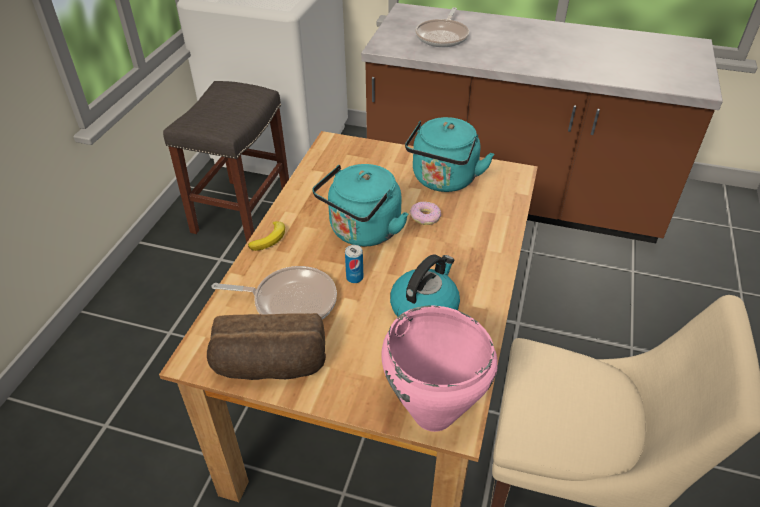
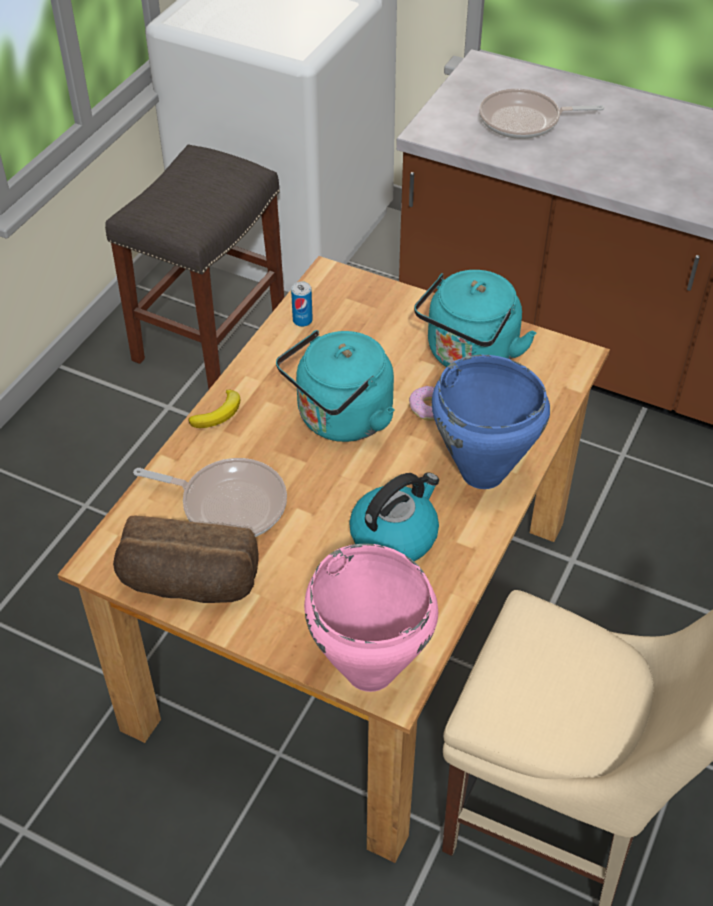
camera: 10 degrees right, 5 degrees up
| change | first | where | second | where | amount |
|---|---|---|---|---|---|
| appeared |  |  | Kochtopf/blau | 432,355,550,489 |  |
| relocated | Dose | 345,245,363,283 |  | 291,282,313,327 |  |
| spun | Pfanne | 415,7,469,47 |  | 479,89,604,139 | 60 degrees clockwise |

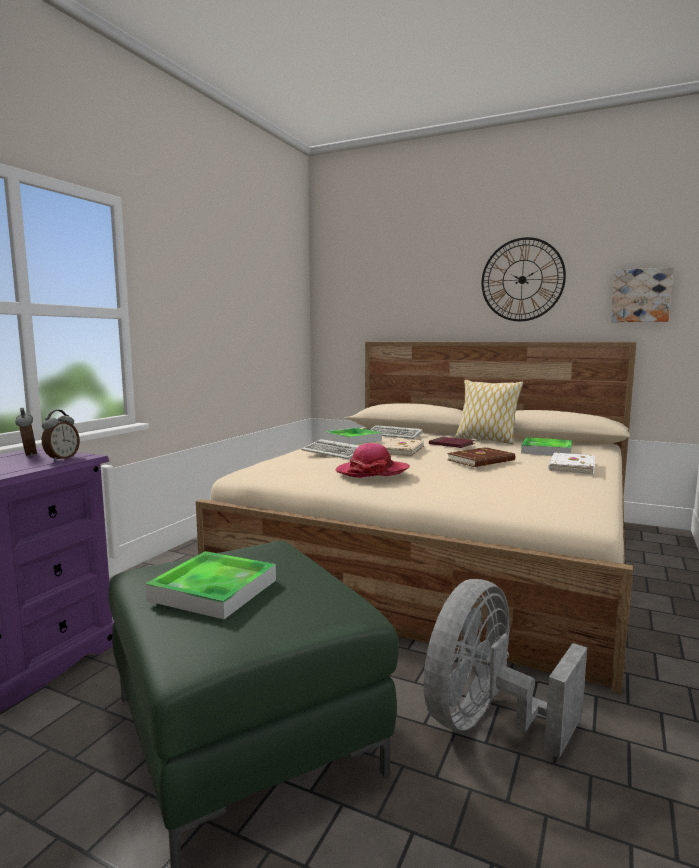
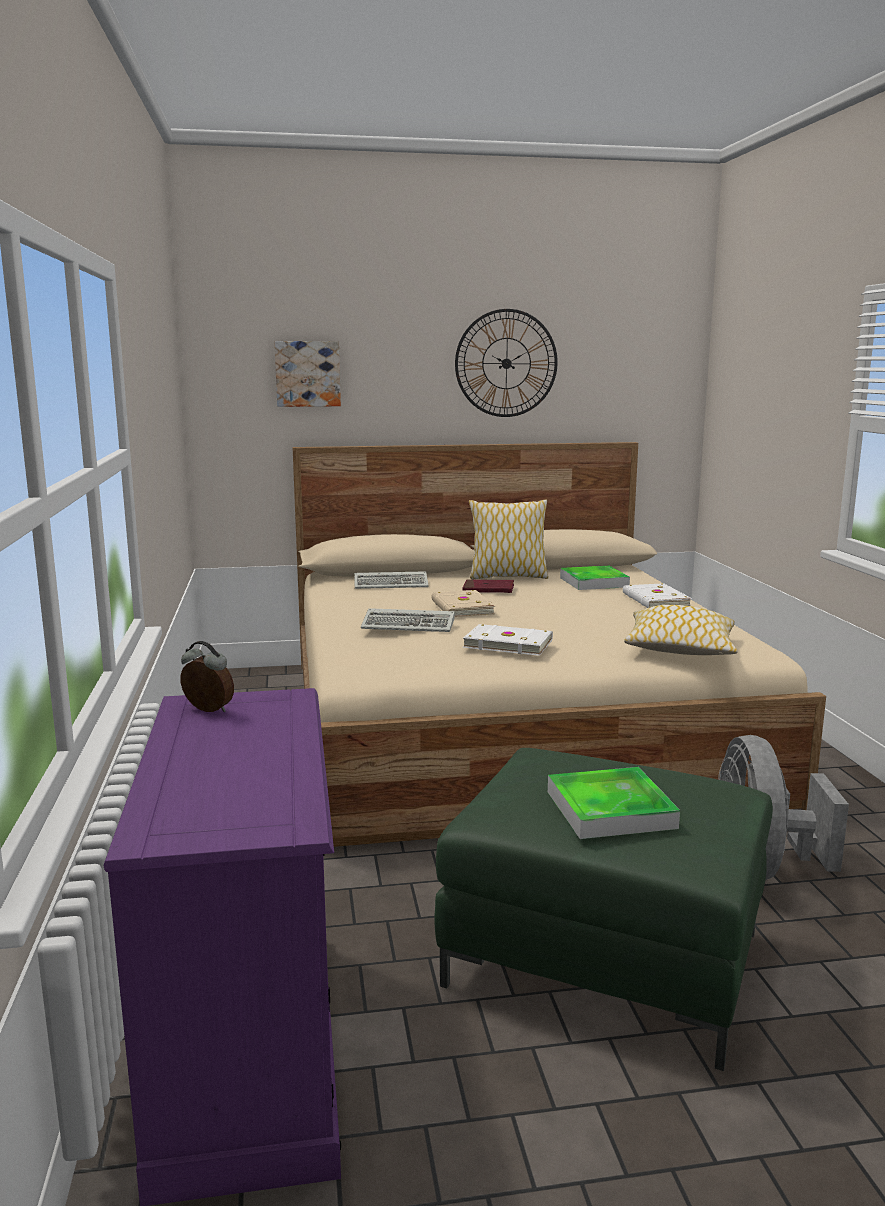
camera: 35 degrees left, 5 degrees up
| change | first | where | second | where | amount |
|---|---|---|---|---|---|
| missing | Wecker | 42,410,80,461 |  |  |  |
| missing | Tablett | 325,428,382,445 |  |  |  |
| missing | Buch/braun | 447,447,515,467 |  |  |  |
| appeared |  |  | Kissen | 624,605,738,655 |  |
| relocated | Bild | 611,267,673,322 |  | 274,341,341,407 |  |
| exchanged | Hut | 336,443,410,478 | Buch/weiß | 463,624,553,656 |  |

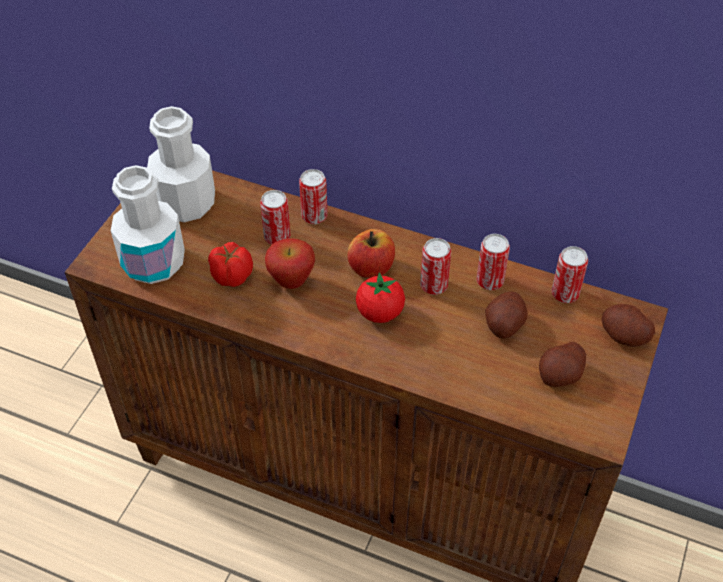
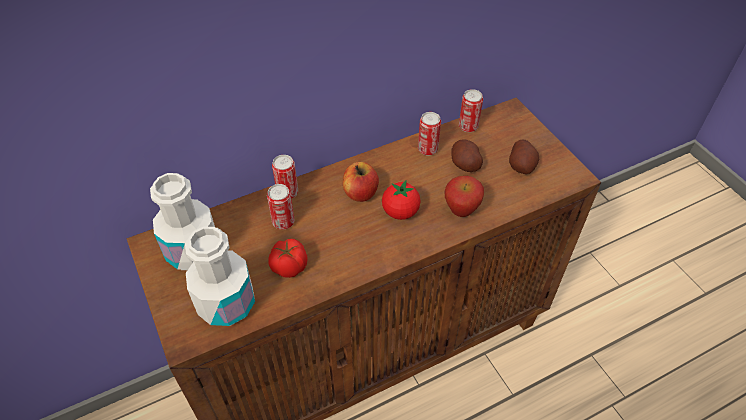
camera: 50 degrees left, 0 degrees up
| change | first | where | second | where | amount |
|---|---|---|---|---|---|
| missing | Dose | 420,238,451,295 |  |  |  |
| missing | Kartoffel | 602,304,655,347 |  |  |  |
| relocated | Apfel | 265,238,315,289 |  | 445,176,484,217 |  |

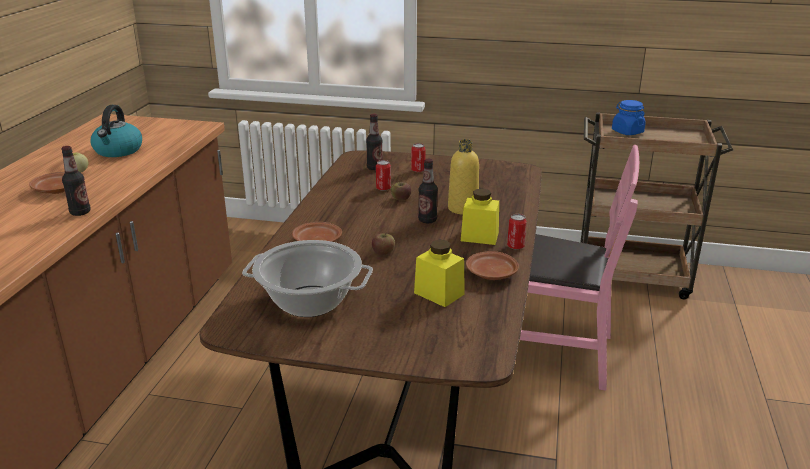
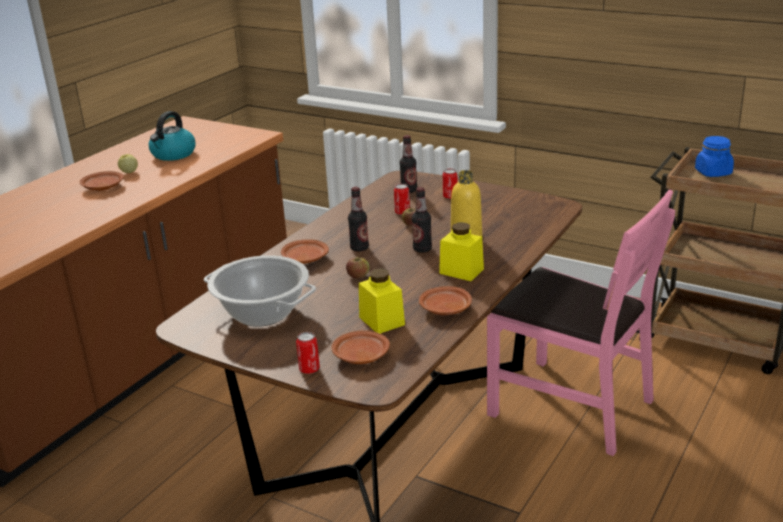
camera: 20 degrees right, 0 degrees up
| change | first | where | second | where | amount |
|---|---|---|---|---|---|
| appeared |  |  | Teller/braun | 332,330,390,364 |  |
| relocated | Flasche | 61,146,91,216 |  | 348,187,369,252 |  |
| relocated | Dose | 507,214,527,250 |  | 296,332,320,374 |  |

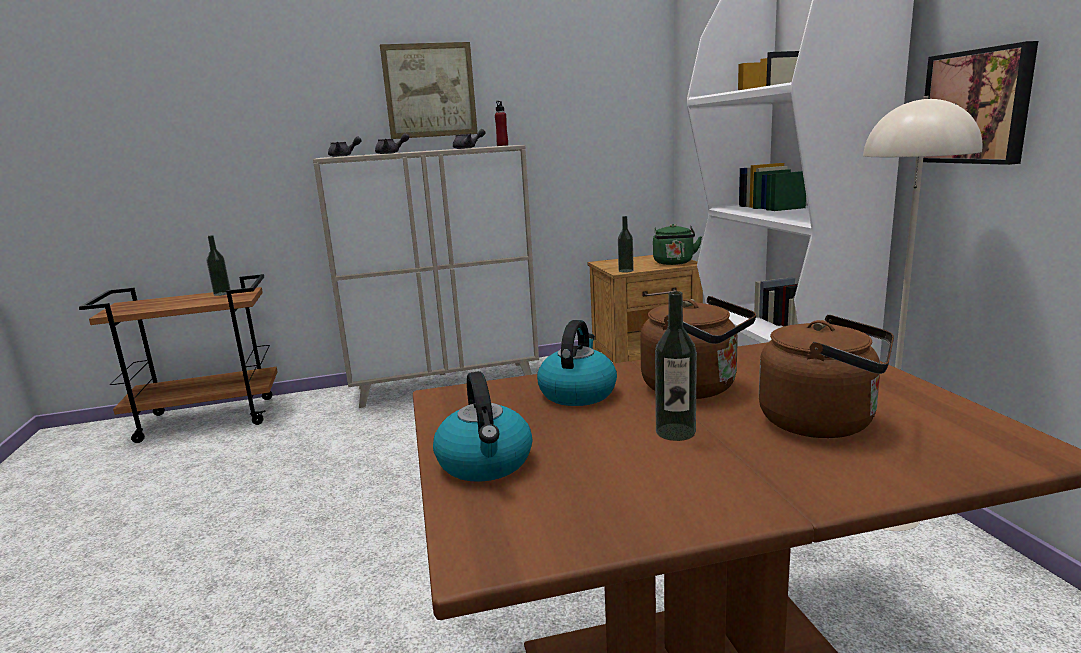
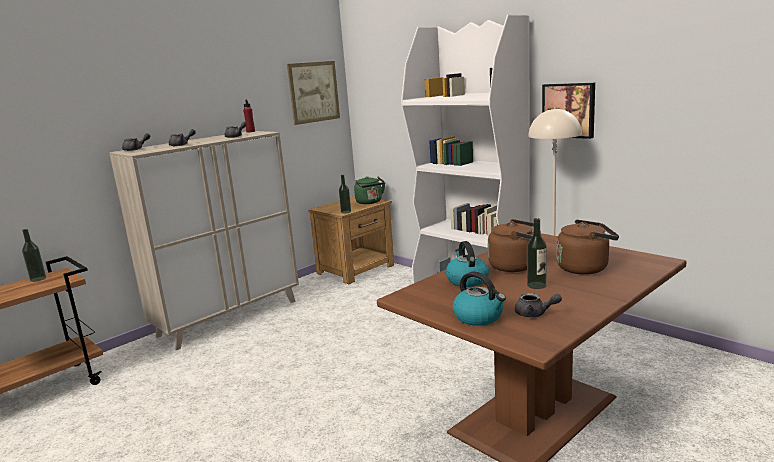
camera: 30 degrees left, 0 degrees up
| change | first | where | second | where | amount |
|---|---|---|---|---|---|
| appeared |  |  | Teekanne/grau | 515,293,562,317 |  |
| relocated | Bild | 380,42,478,139 |  | 287,61,340,125 |  |

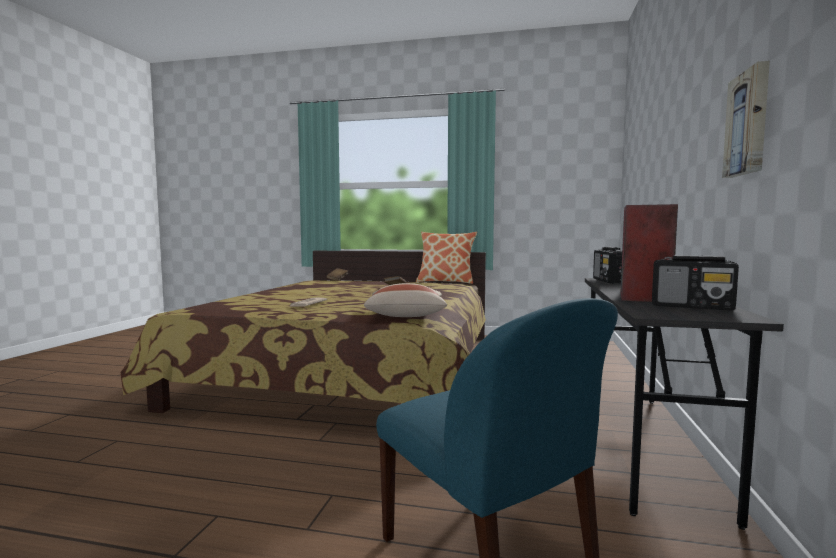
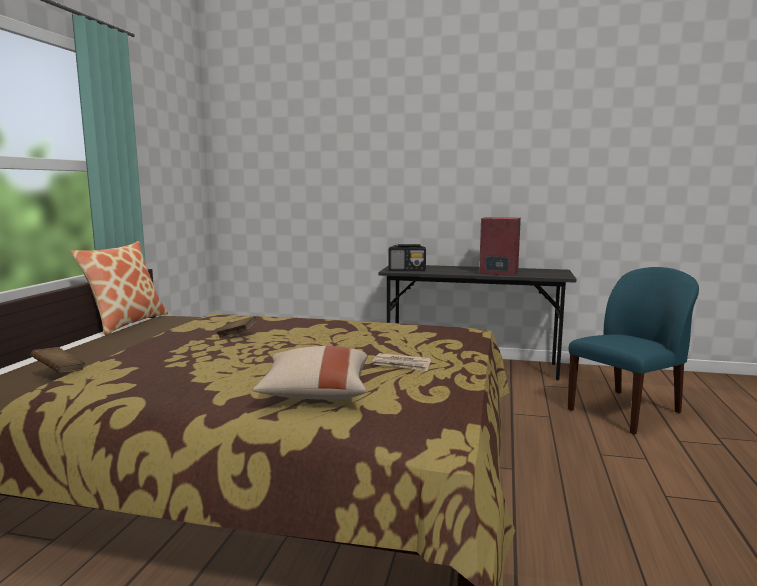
camera: 90 degrees left, 5 degrees up
| change | first | where | second | where | amount |
|---|---|---|---|---|---|
| missing | Radio | 652,255,739,310 |  |  |  |
| missing | Bild | 722,61,770,178 |  |  |  |
| relocated | Kissen/beige | 364,283,447,317 |  | 252,346,367,400 |  |

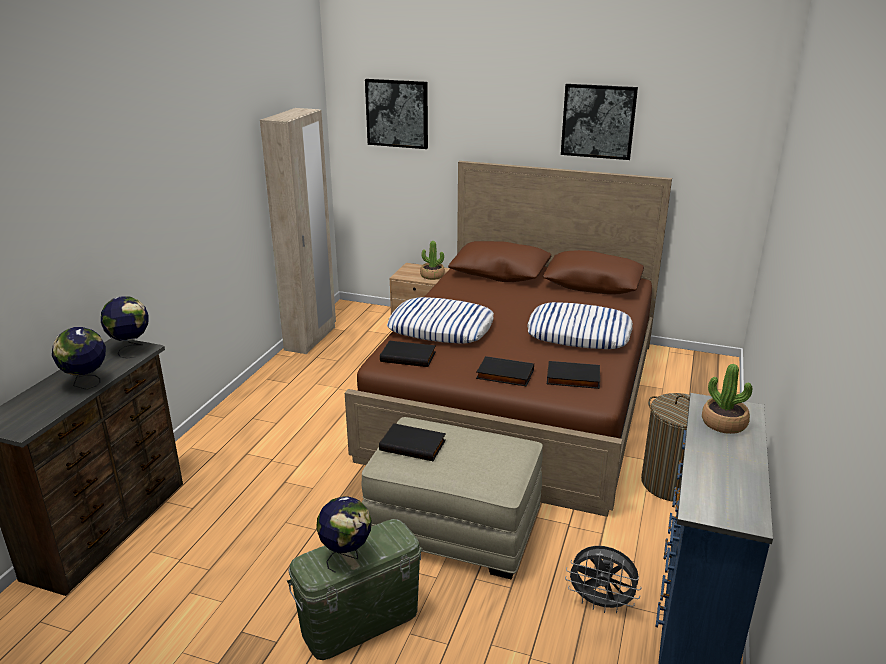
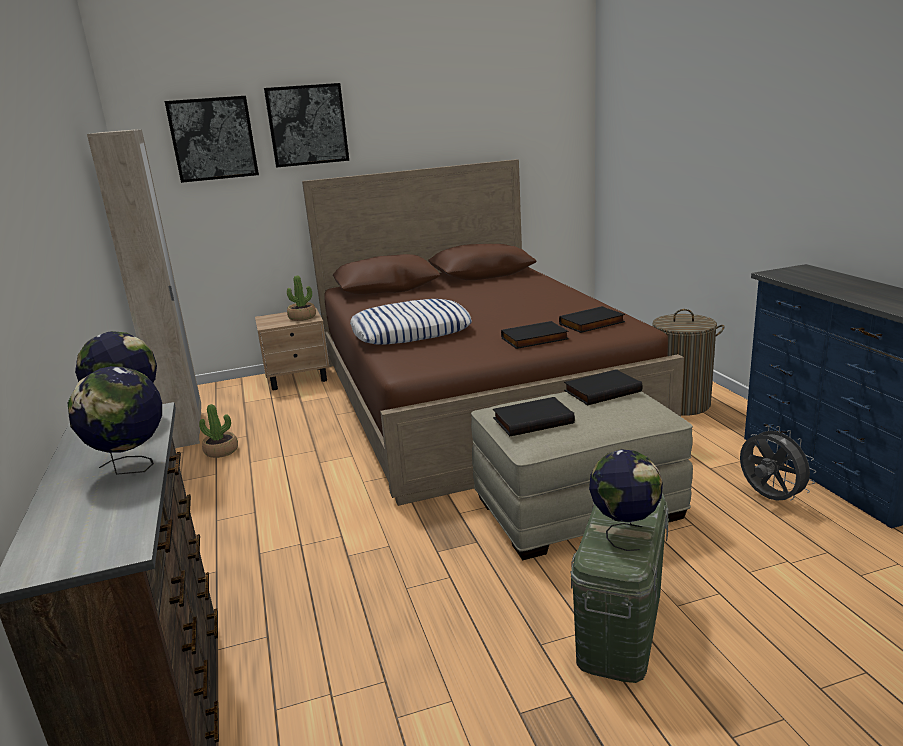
camera: 35 degrees left, 5 degrees down
| change | first | where | second | where | amount |
|---|---|---|---|---|---|
| missing | Kissen | 527,302,633,349 |  |  |  |
| relocated | Buch/schwarz | 380,340,436,367 |  | 564,369,642,405 |  |
| relocated | Bild | 561,84,638,160 |  | 264,83,349,168 |  |
| relocated | Topfpflanze | 702,364,752,434 |  | 199,404,238,458 |  |
| spun | Ventilator/grau | 565,546,642,613 |  | 740,426,816,501 | 105 degrees counterclockwise |

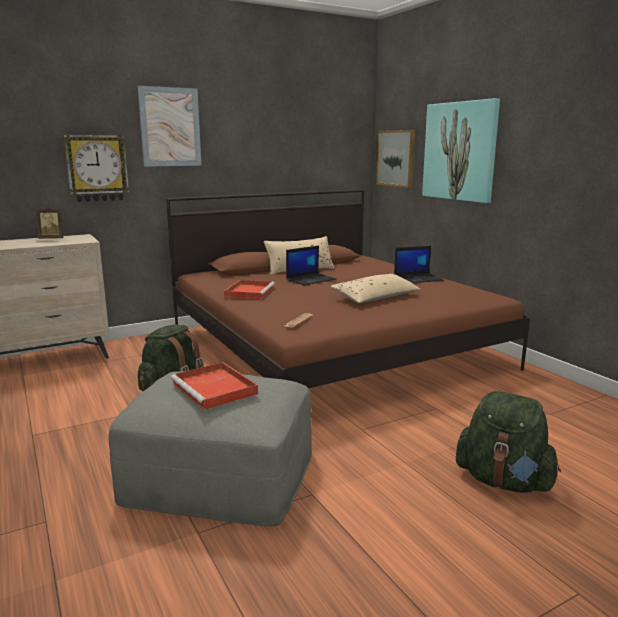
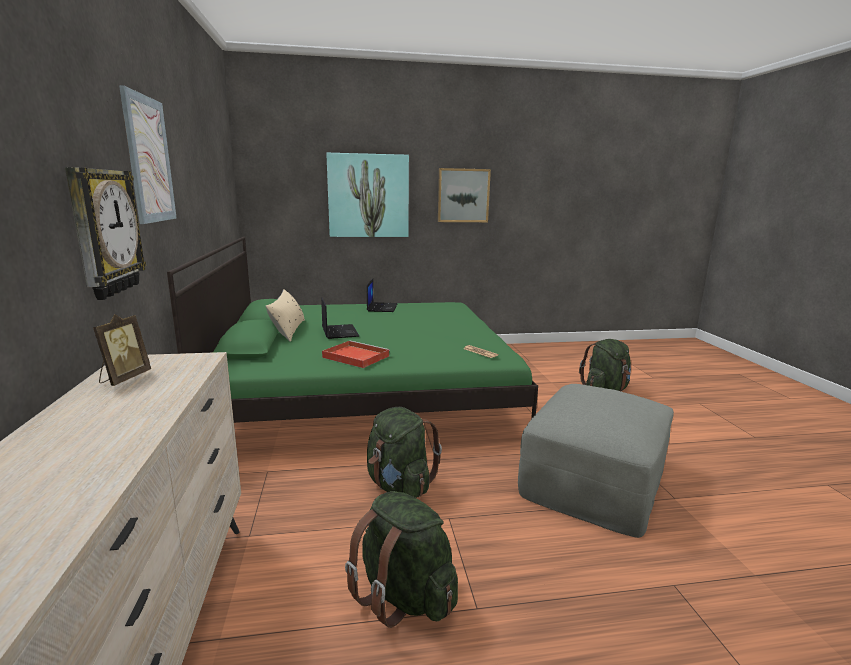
camera: 70 degrees left, 0 degrees up
| change | first | where | second | where | amount |
|---|---|---|---|---|---|
| missing | Tablett/rot | 170,362,258,410 |  |  |  |
| missing | Kissen/beige | 330,274,421,303 |  |  |  |
| appeared |  |  | Rucksack/grün | 345,491,458,628 |  |
| relocated | Bild | 376,130,415,188 |  | 438,168,491,222 |  |
| colour | Bett/braun | 166,189,530,388 | Bett/grün | 167,237,538,423 |  |

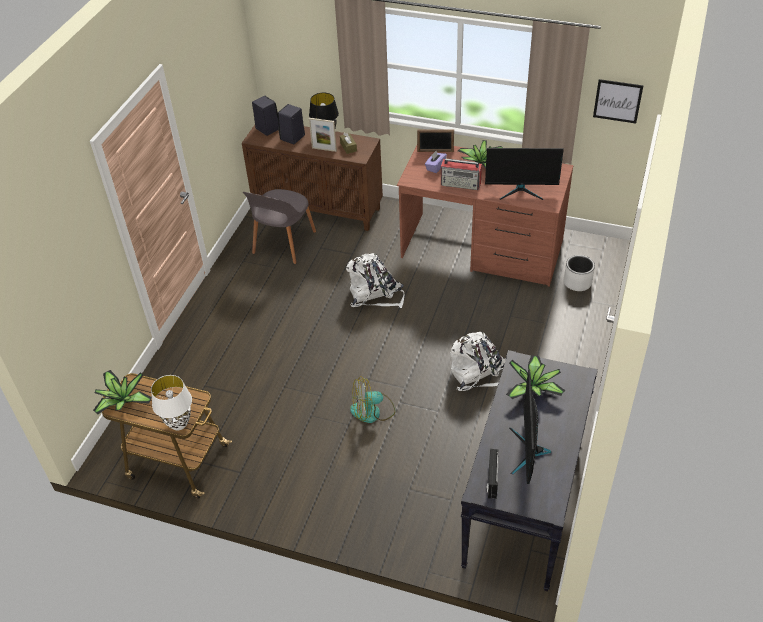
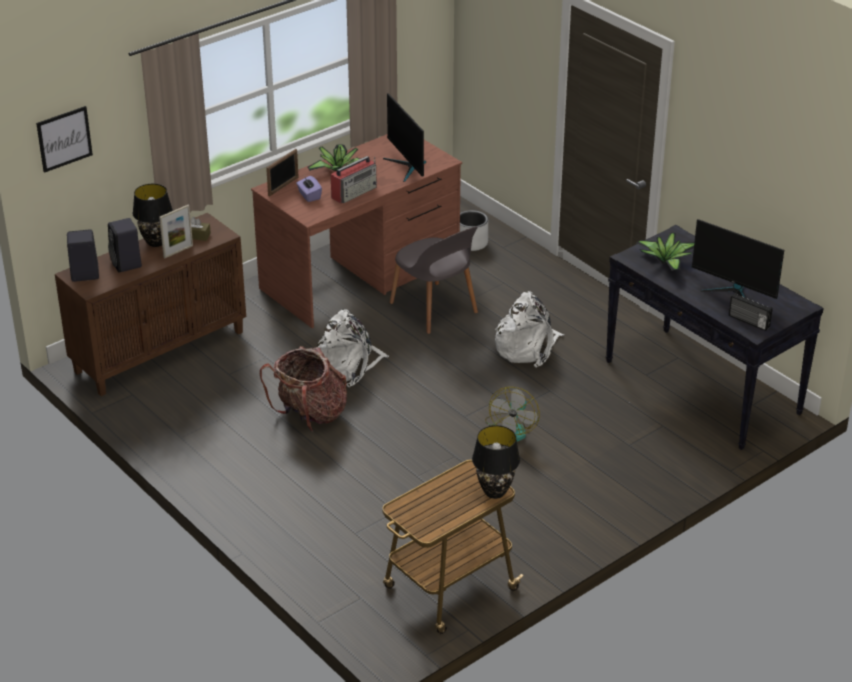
camera: 60 degrees left, 10 degrees down
| change | first | where | second | where | amount |
|---|---|---|---|---|---|
| missing | Topfpflanze | 93,370,152,415 |  |  |  |
| appeared |  |  | Rucksack | 260,346,347,431 |  |
| relocated | Stuhl/grau | 243,189,316,264 |  | 390,226,478,334 |  |
| relocated | Bild | 593,79,644,123 |  | 36,106,93,173 |  |
| colour | Tischlampe/weiß | 151,375,192,430 | Tischlampe/schwarz | 472,425,520,499 |  |
| spun | Monitor | 485,148,564,200 |  | 383,93,426,182 | 120 degrees clockwise |

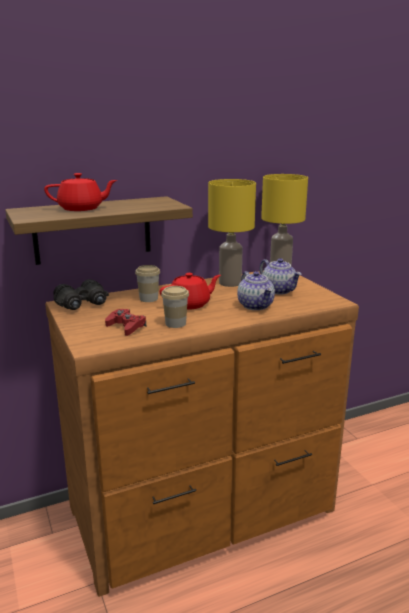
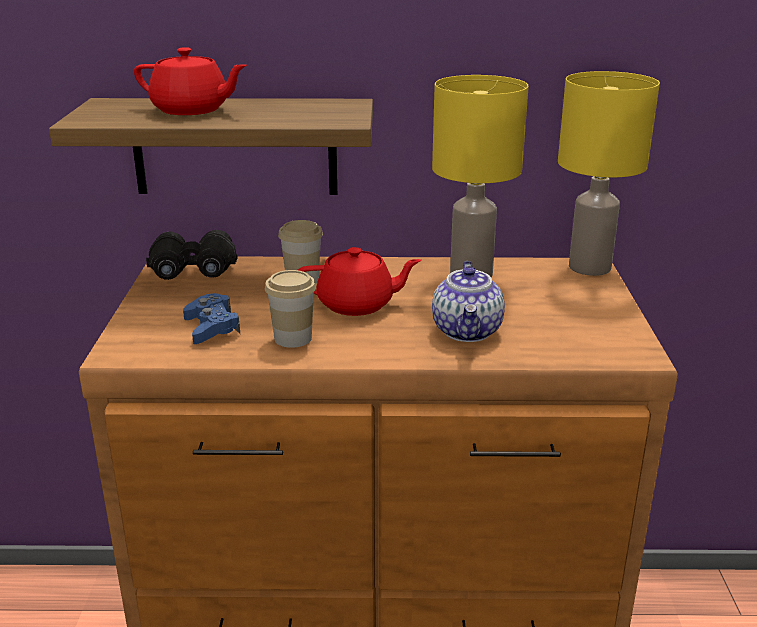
camera: 25 degrees right, 5 degrees up
| change | first | where | second | where | amount |
|---|---|---|---|---|---|
| missing | Teekanne | 259,258,302,295 |  |  |  |
| colour | Gamepad/rot | 105,309,146,336 | Gamepad/blau | 183,293,240,344 |  |

